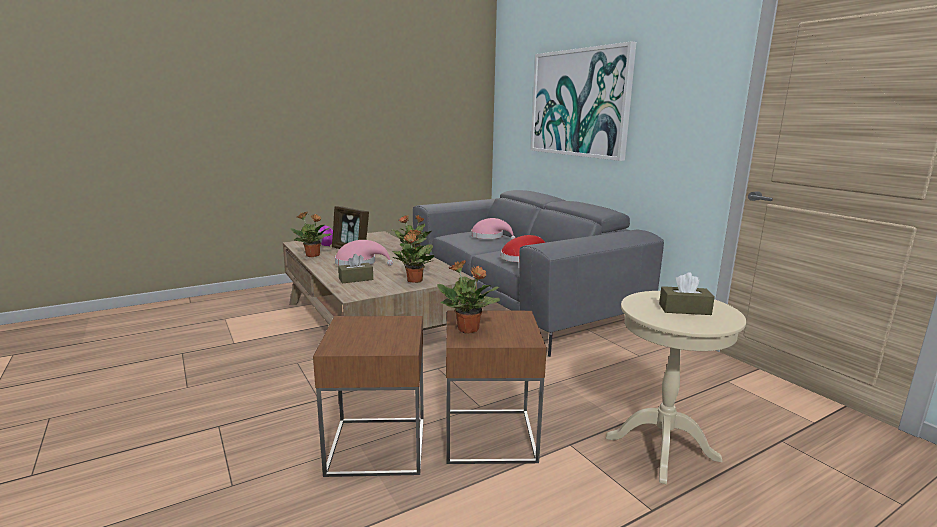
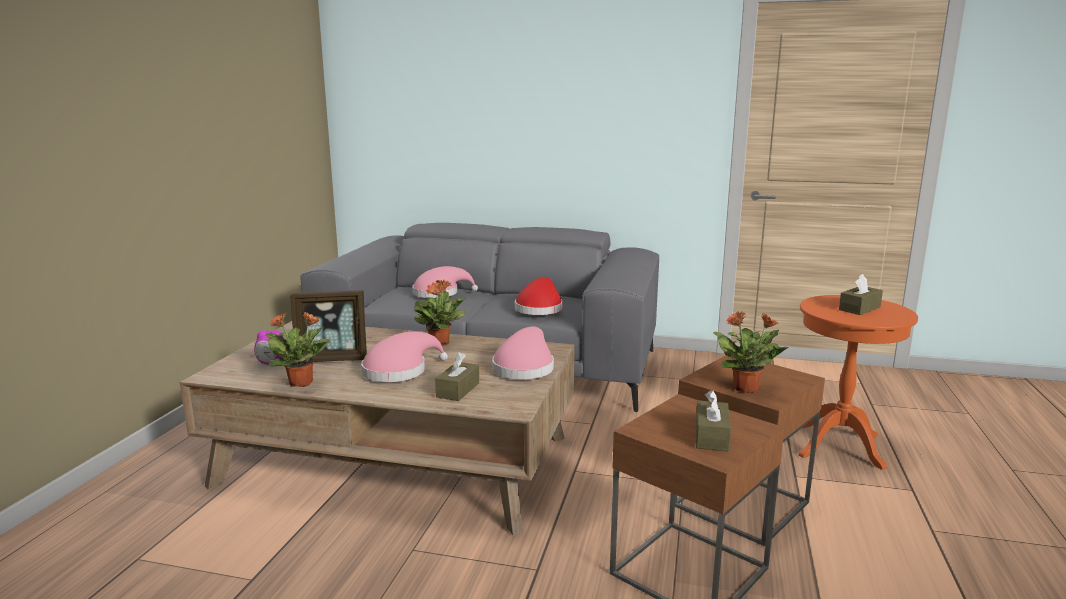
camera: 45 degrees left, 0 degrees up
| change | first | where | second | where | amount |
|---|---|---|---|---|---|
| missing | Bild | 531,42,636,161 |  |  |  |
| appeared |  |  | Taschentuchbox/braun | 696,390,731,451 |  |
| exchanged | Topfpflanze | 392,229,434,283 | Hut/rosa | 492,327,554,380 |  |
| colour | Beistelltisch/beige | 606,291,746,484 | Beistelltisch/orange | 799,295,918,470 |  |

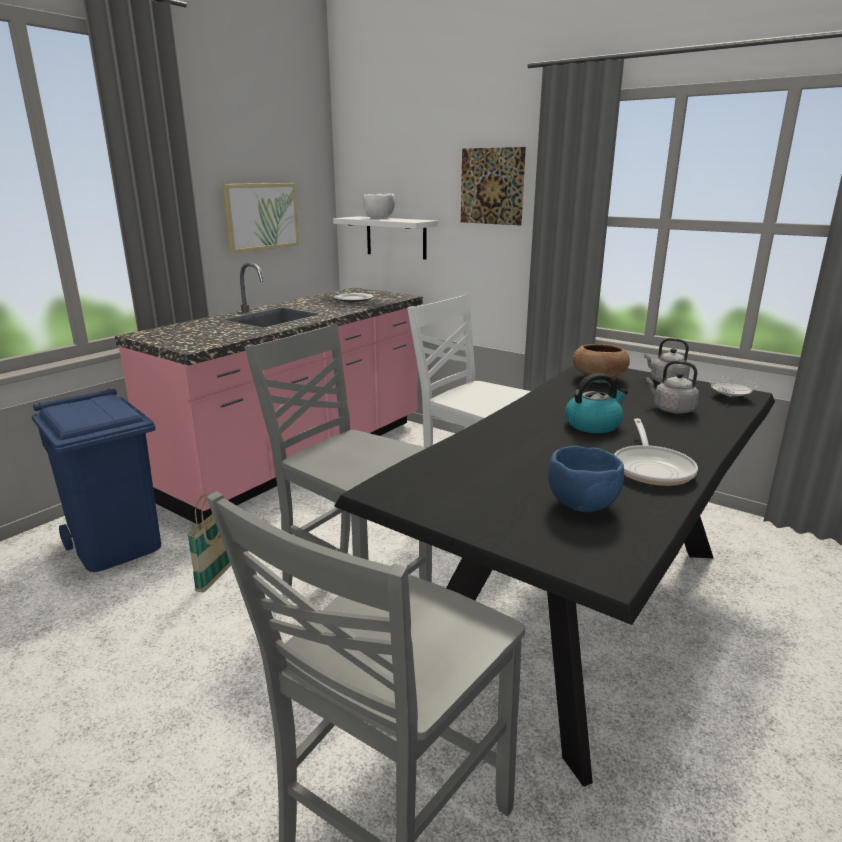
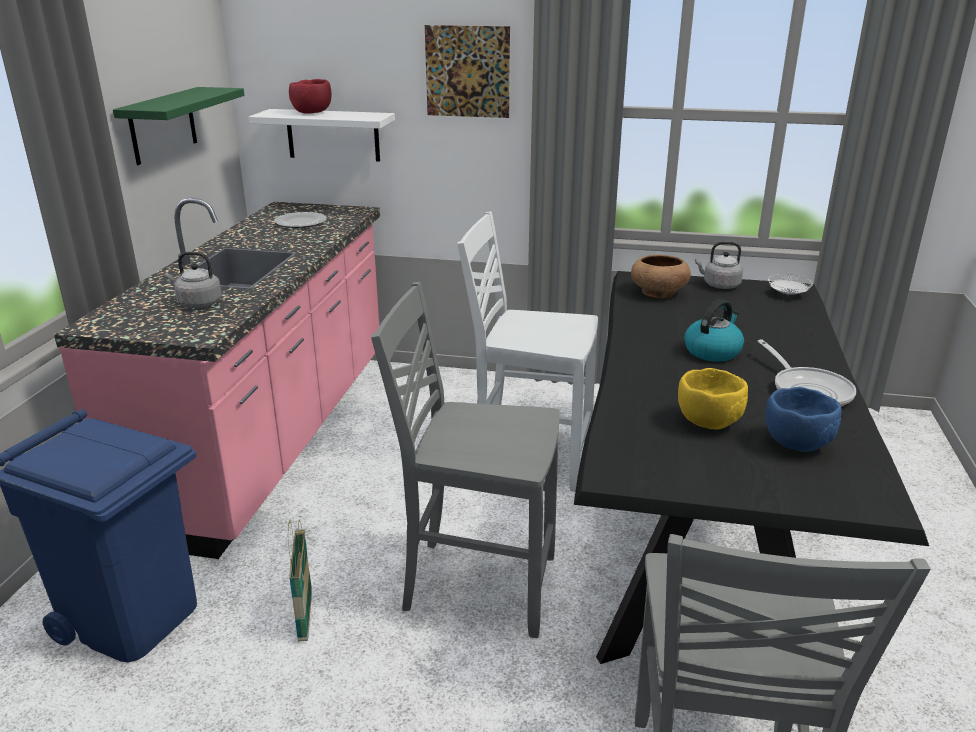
camera: 25 degrees left, 5 degrees up
| change | first | where | second | where | amount |
|---|---|---|---|---|---|
| appeared |  |  | Schüssel/gelb | 678,368,748,430 |  |
| relocated | Wasserkessel/grau | 646,361,699,414 |  | 165,252,222,308 |  |
| exchanged | Bild | 222,183,299,253 | Wandregal/grün | 113,87,244,165 |  |
| colour | Schüssel/weiß | 363,193,395,218 | Schüssel/rot | 289,79,332,114 |  |

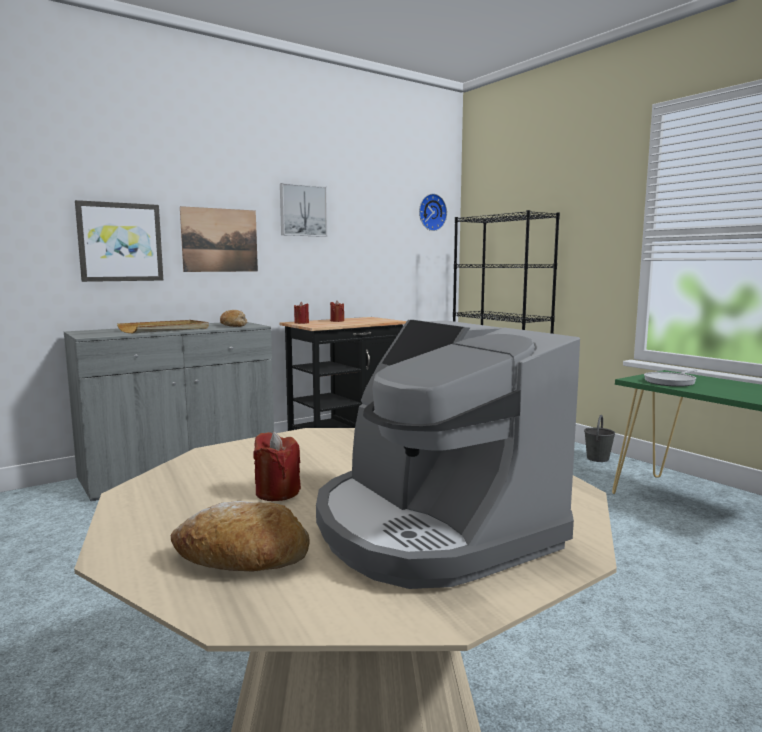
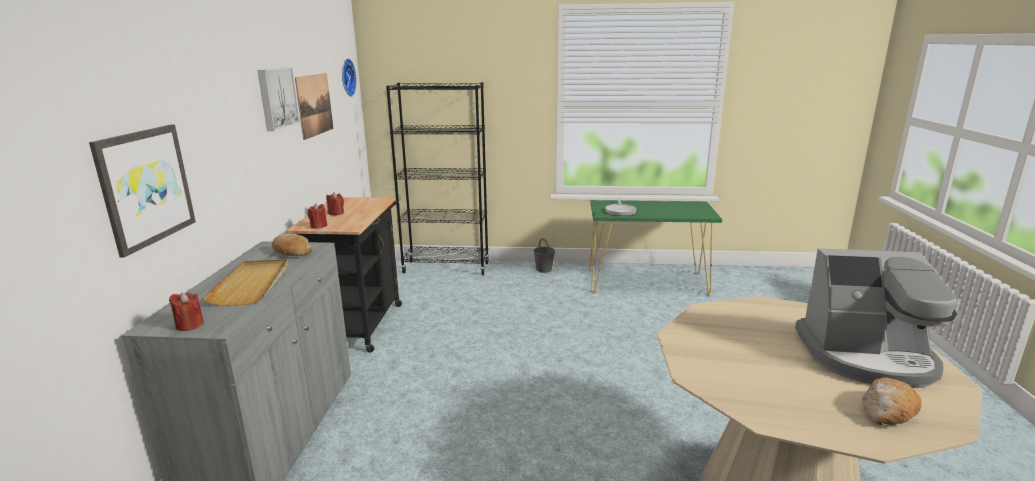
camera: 50 degrees left, 10 degrees up
| change | first | where | second | where | amount |
|---|---|---|---|---|---|
| relocated | Bild | 180,206,258,272 |  | 295,73,333,140 |  |
| relocated | Kerze/rot | 253,432,301,501 |  | 169,292,204,331 |  |

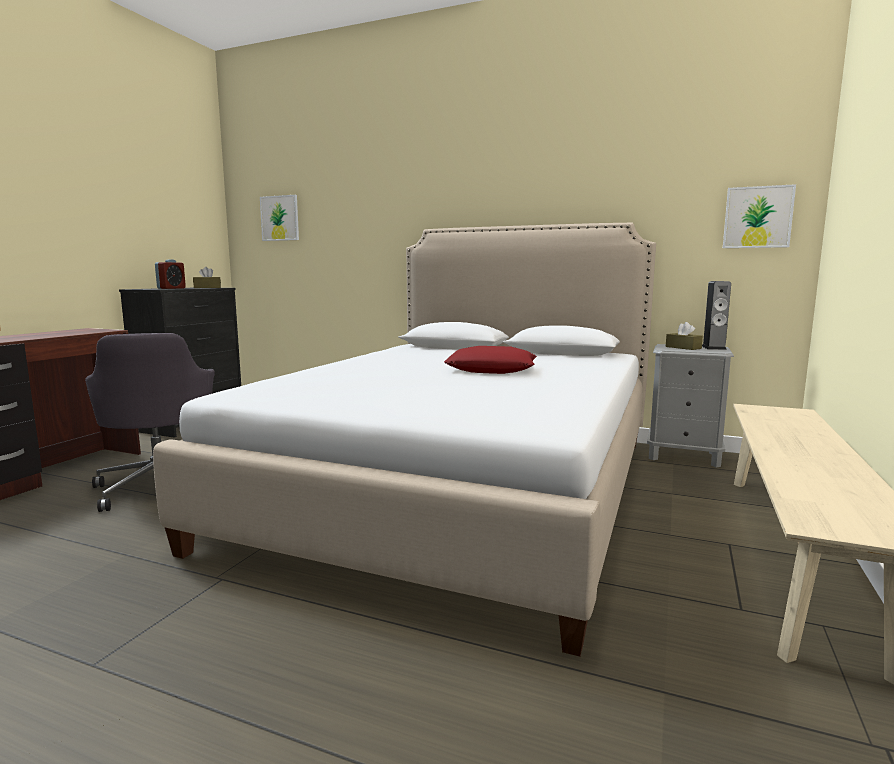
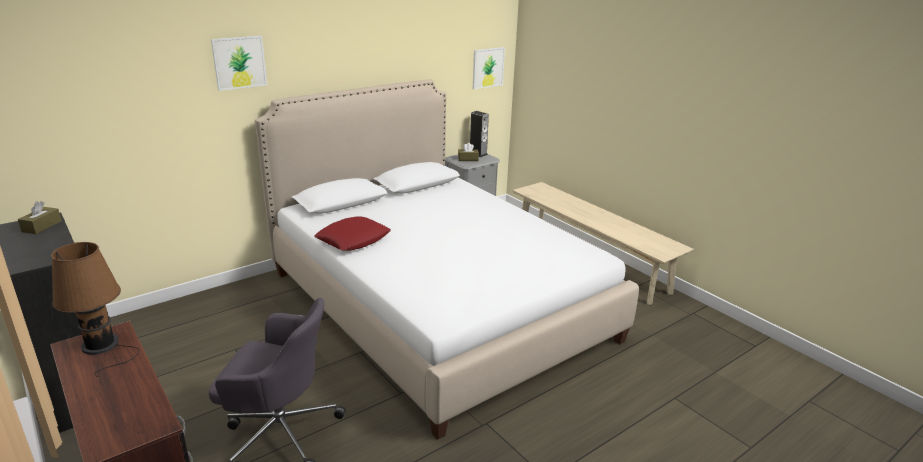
camera: 60 degrees left, 15 degrees up
| change | first | where | second | where | amount |
|---|---|---|---|---|---|
| missing | Wecker | 155,259,186,289 |  |  |  |
| appeared |  |  | Tischlampe/braun | 51,242,140,377 |  |
| relocated | Bild | 260,195,299,241 |  | 211,36,267,91 |  |
| relocated | Kissen/rot | 444,346,537,374 |  | 314,216,391,251 |  |

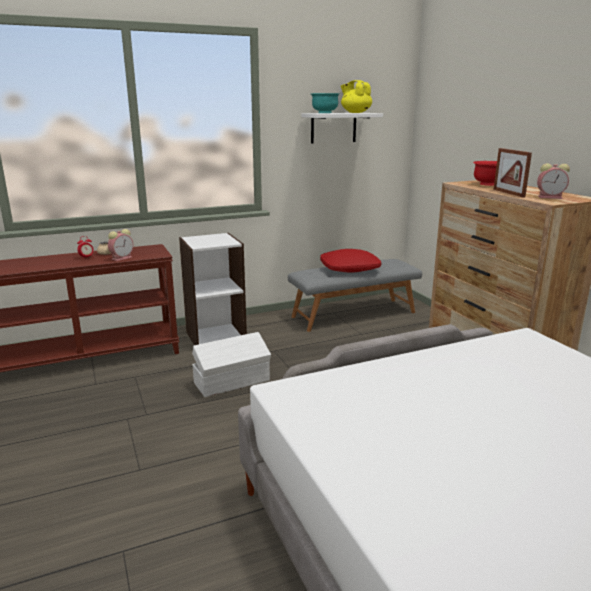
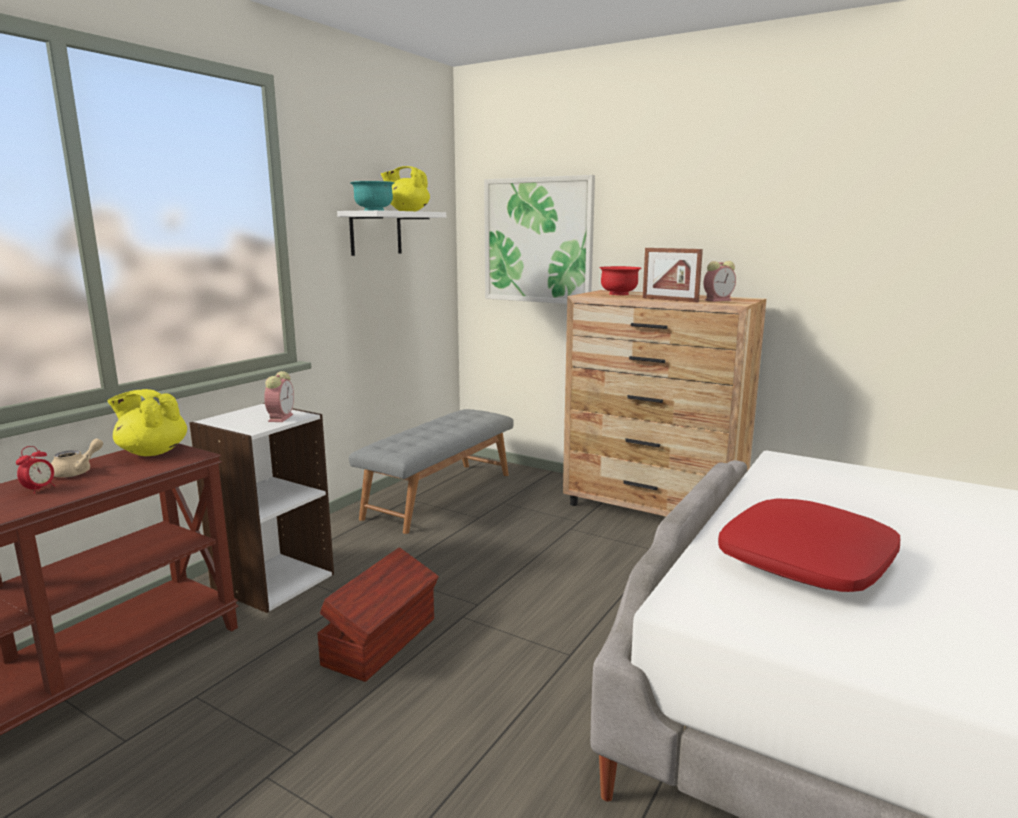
camera: 35 degrees left, 5 degrees down
| change | first | where | second | where | amount |
|---|---|---|---|---|---|
| appeared |  |  | Teekanne/gelb | 108,389,187,456 |  |
| appeared |  |  | Bild | 484,175,595,304 |  |
| relocated | Wecker | 108,229,133,261 |  | 264,371,294,422 |  |
| relocated | Kissen/rot | 320,249,381,273 |  | 718,498,900,592 |  |
| colour | Aufbewahrungsbox/weiß | 192,332,271,397 | Aufbewahrungsbox/braun | 317,547,439,682 |  |

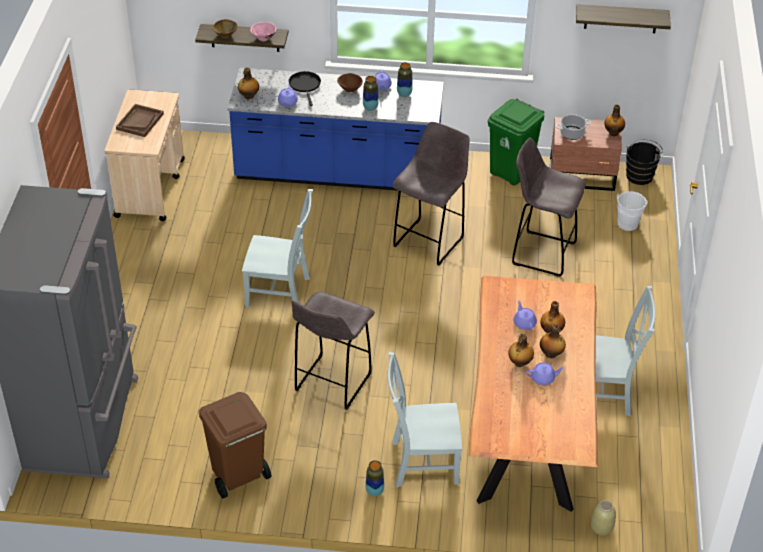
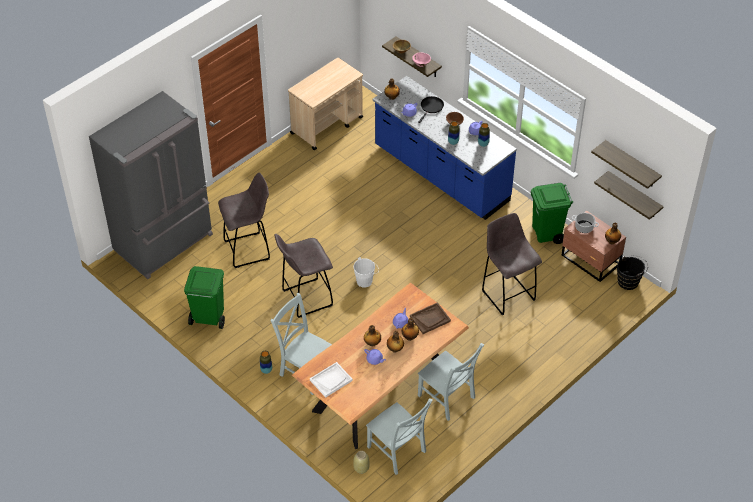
camera: 40 degrees right, 5 degrees up
| change | first | where | second | where | amount |
|---|---|---|---|---|---|
| appeared |  |  | Tablett/weiß | 310,362,353,398 |  |
| appeared |  |  | Wandregal | 594,171,664,220 |  |
| relocated | Tablett/braun | 116,104,164,137 |  | 410,302,451,334 |  |
| relocated | Stuhl/grau | 242,189,313,307 |  | 366,398,433,475 |  |
| relocated | Hocker/grau | 392,122,470,266 |  | 218,173,270,268 |  |
| relocated | Eimer/weiß | 617,191,648,231 |  | 353,257,379,288 |  |
| colour | Mülleimer/braun | 199,392,271,498 | Mülleimer/grün | 184,266,225,329 |  |

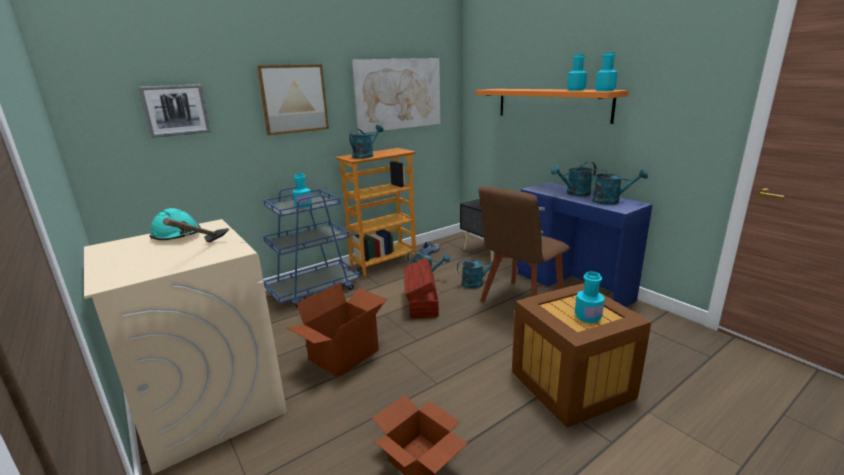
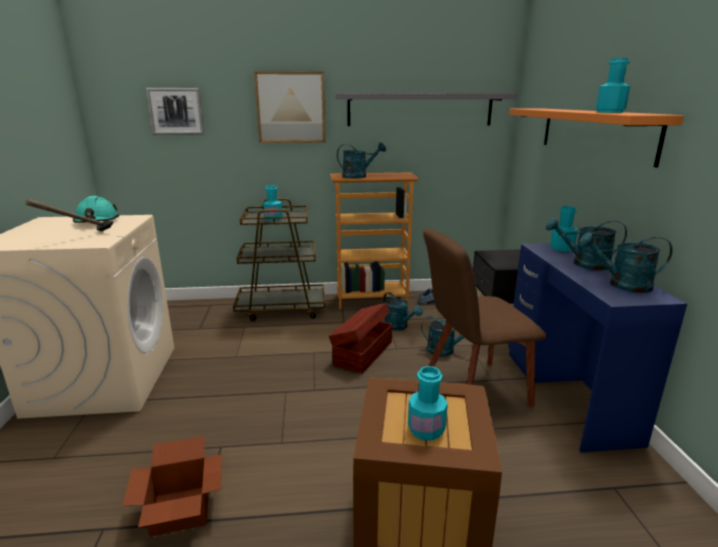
camera: 30 degrees right, 0 degrees up
| change | first | where | second | where | amount |
|---|---|---|---|---|---|
| missing | Karton | 286,283,387,378 |  |  |  |
| relocated | Flasche/türkis | 595,52,618,91 |  | 550,206,578,251 |  |
| exchanged | Bild | 352,58,440,133 | Wandregal/grau | 336,93,517,126 |  |
| colour | Rollwagen/blau | 263,186,360,308 | Rollwagen/braun | 233,198,325,321 |  |
| spun | Gießkanne/türkis | 588,169,648,205 |  | 579,232,673,293 | 150 degrees clockwise |

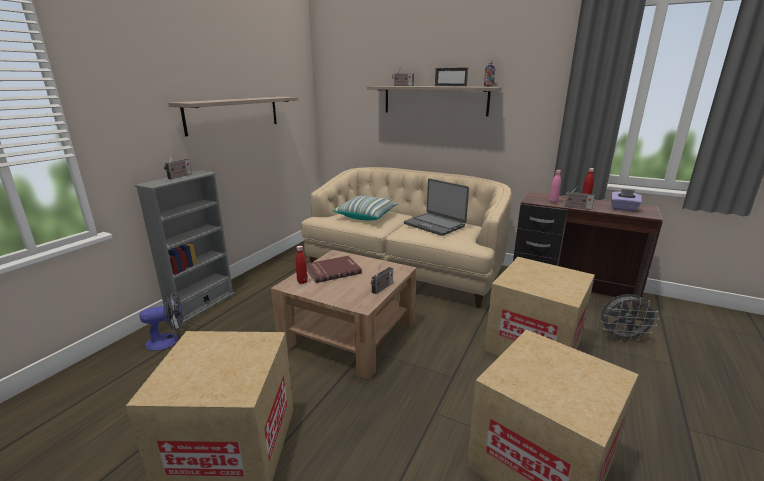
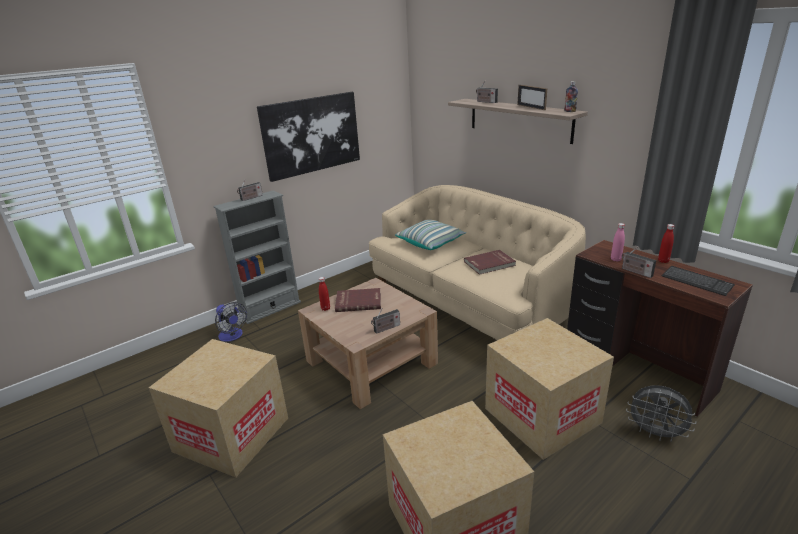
camera: 25 degrees right, 5 degrees up
| change | first | where | second | where | amount |
|---|---|---|---|---|---|
| exchanged | Wandregal | 168,97,298,136 | Bild | 257,92,360,182 |  |
| exchanged | Laptop | 404,179,469,236 | Buch/rot | 464,250,516,275 |  |
| exchanged | Taschentuchbox/lila | 611,189,642,211 | Tastatur | 662,266,735,296 |  |
| spun | Ventilator | 140,292,183,351 |  | 215,302,247,342 | 45 degrees clockwise |

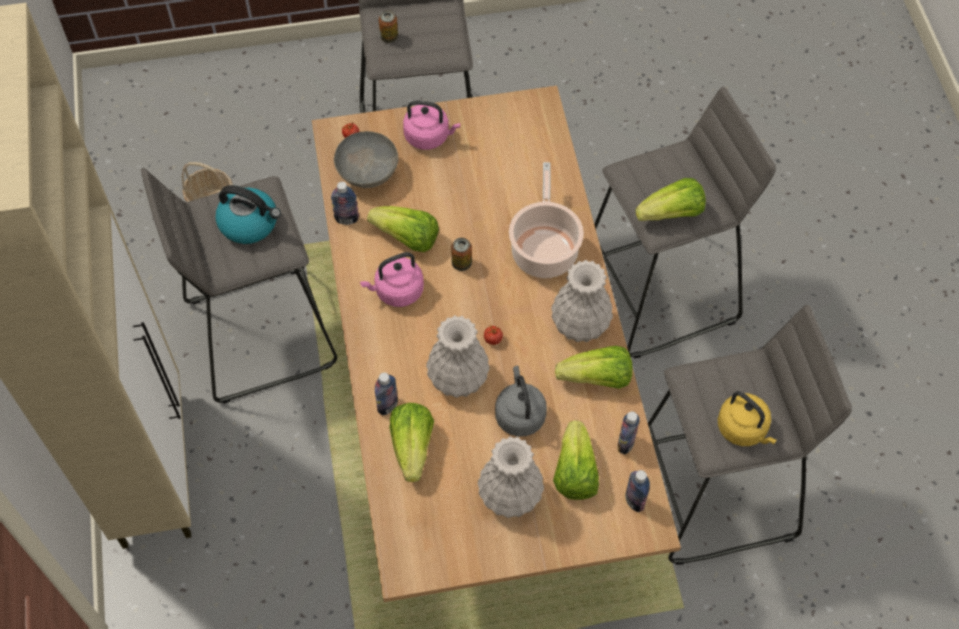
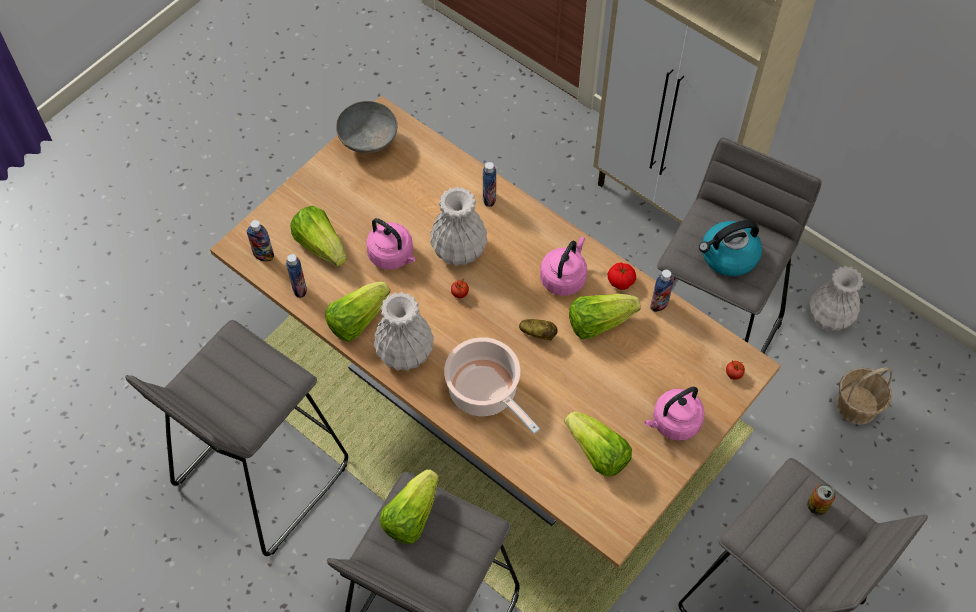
camera: 140 degrees right, 0 degrees up
| change | first | where | second | where | amount |
|---|---|---|---|---|---|
| missing | Wasserkessel/gelb | 718,391,777,446 |  |  |  |
| appeared |  |  | Tomate | 608,262,636,290 |  |
| relocated | Schüssel/grau | 334,131,398,188 |  | 336,101,398,153 |  |
| relocated | Salatkopf | 389,403,434,482 |  | 564,411,632,476 |  |
| relocated | Vase/weiß | 478,436,544,518 |  | 809,266,863,331 |  |
| exchanged | Dose | 451,238,472,271 | Kartoffel | 519,319,558,341 |  |
| colour | Wasserkessel/grau | 495,366,547,437 | Wasserkessel/rosa | 366,218,416,270 |  |

